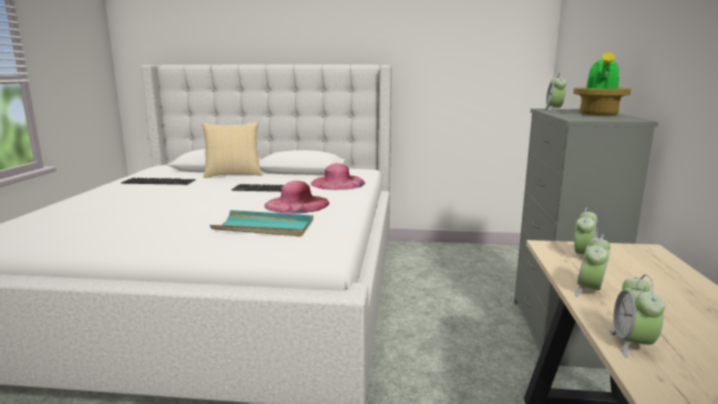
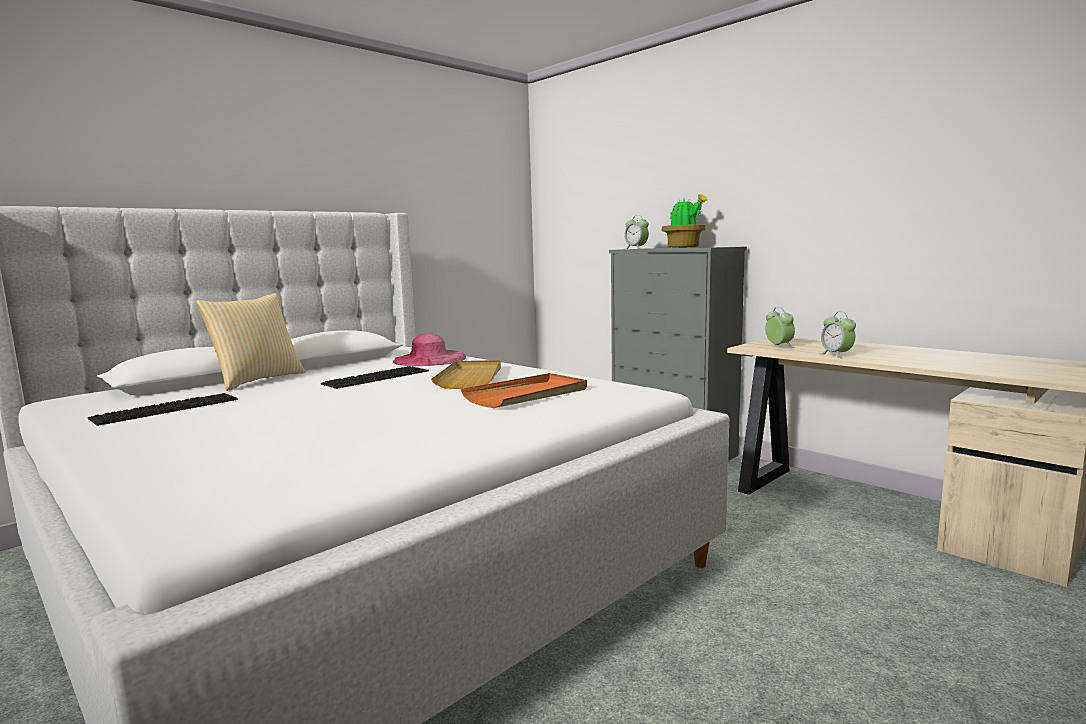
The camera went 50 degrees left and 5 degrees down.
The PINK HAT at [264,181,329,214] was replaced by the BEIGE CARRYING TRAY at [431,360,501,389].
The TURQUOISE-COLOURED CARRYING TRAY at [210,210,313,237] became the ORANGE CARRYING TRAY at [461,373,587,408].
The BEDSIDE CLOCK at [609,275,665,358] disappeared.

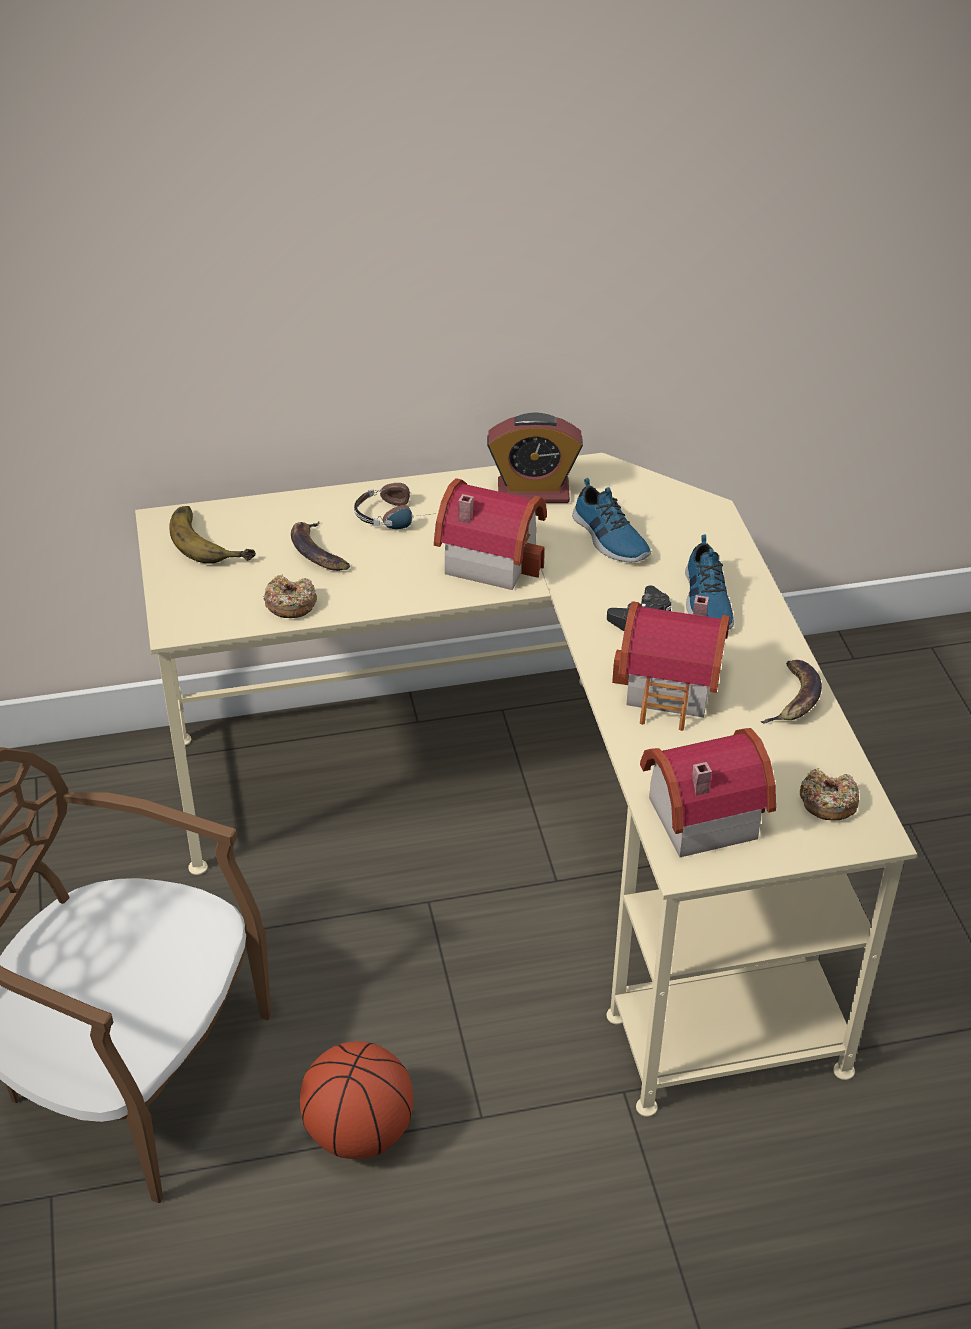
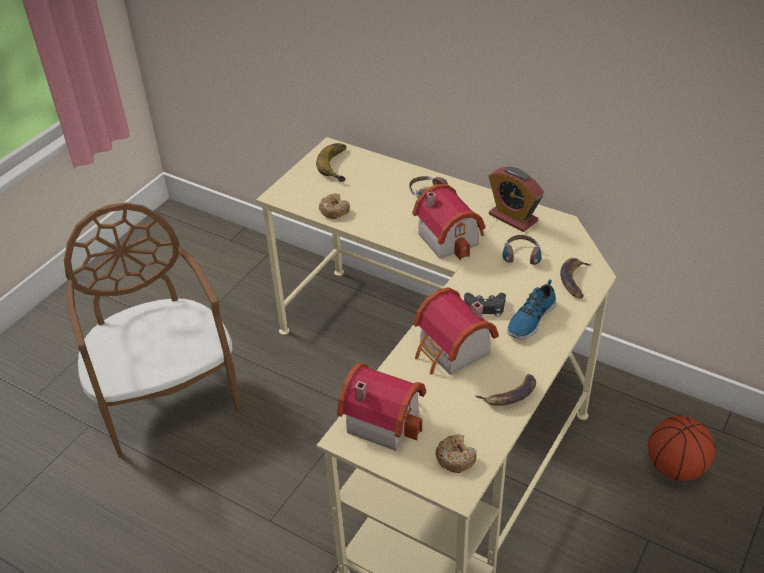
The camera went 45 degrees right and 0 degrees up.
The LOW SHOE at [572,478,651,562] was replaced by the PAIR OF HEADPHONES at [502,235,542,265].
The WHOLE BANANA moved from [291,522,350,571] to [560,258,591,299].
The BASKETBALL BALL moved from [300,1041,413,1159] to [648,416,715,481].

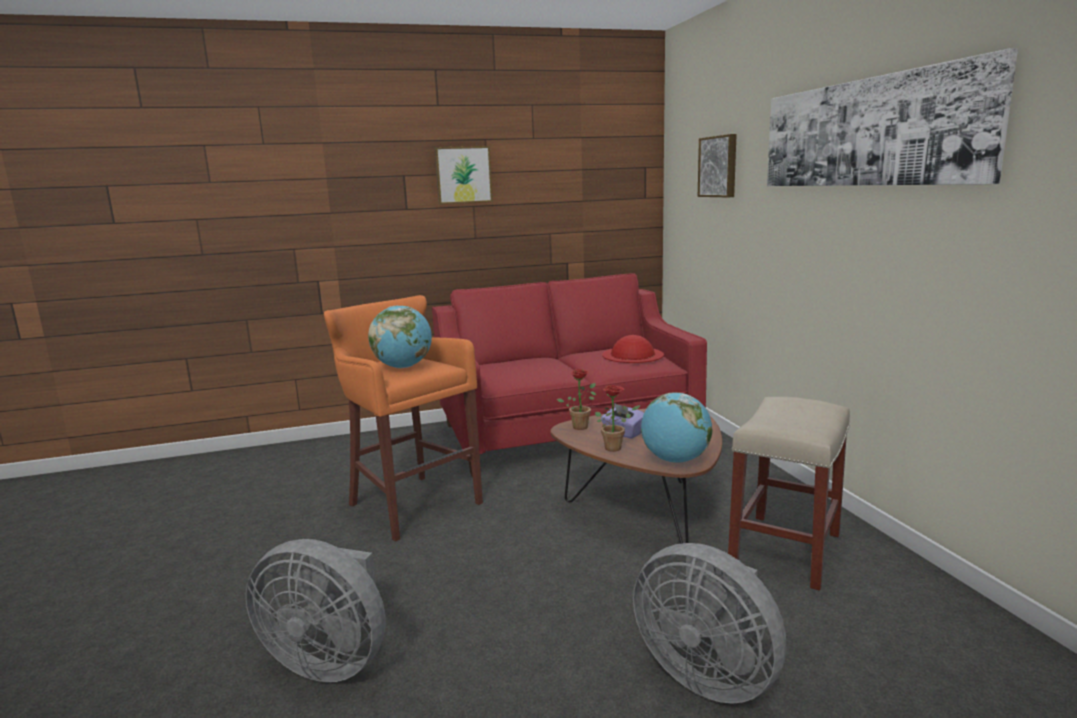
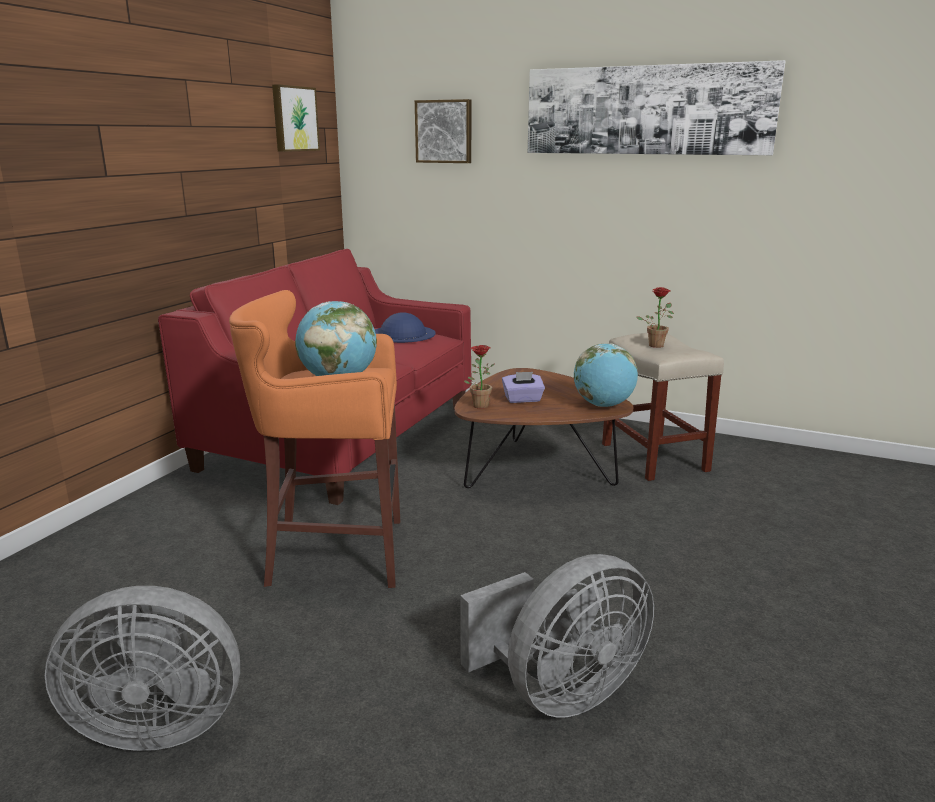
The camera went 50 degrees left and 5 degrees up.
The GRAY COOLING FAN moved from [633,543,786,704] to [45,586,240,751].
The WALL ART moved from [435,146,493,204] to [272,84,320,152].
The RED-COLOURED HAT at [602,335,664,363] became the BLUE HAT at [375,312,436,343].
The HOUSEPLANT moved from [595,385,640,452] to [636,287,674,348].

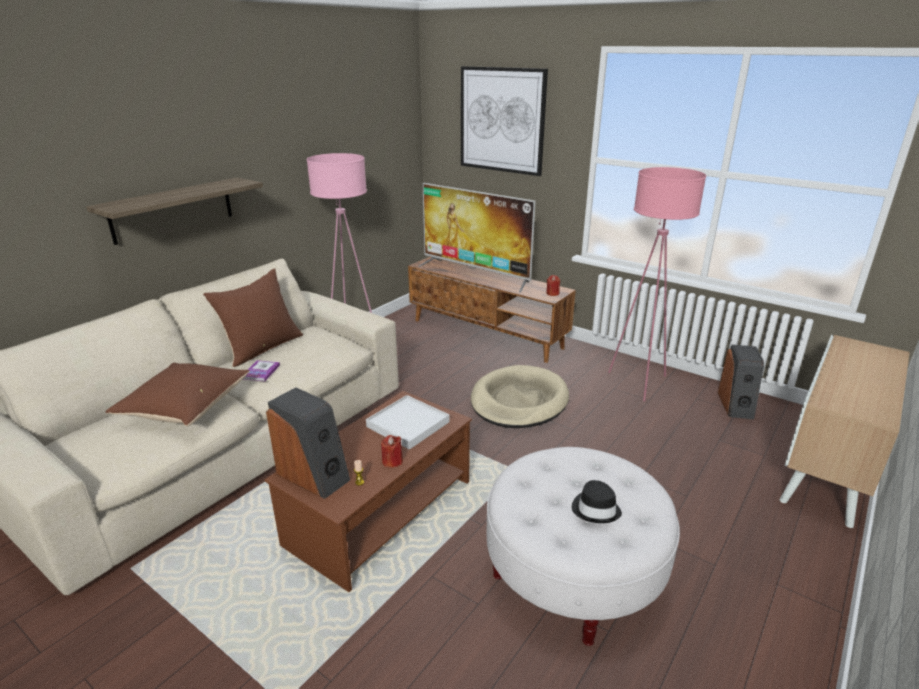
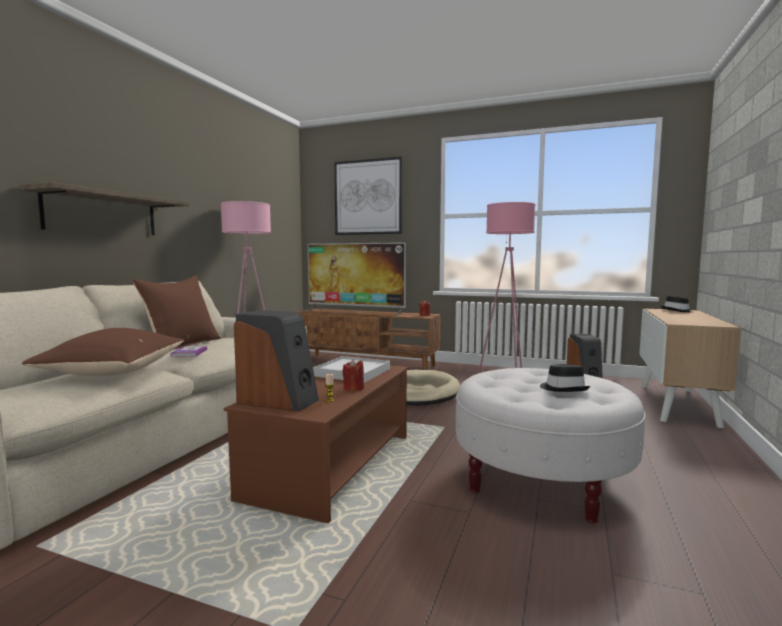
The camera went 15 degrees left and 20 degrees down.
The BLACKISH HAT at [661,296,692,312] appeared.

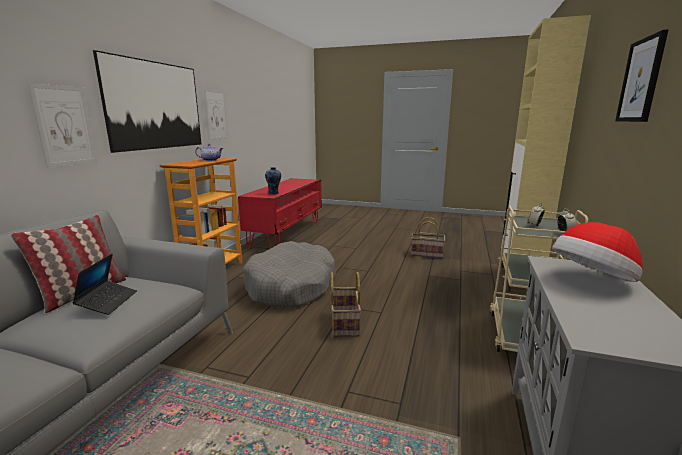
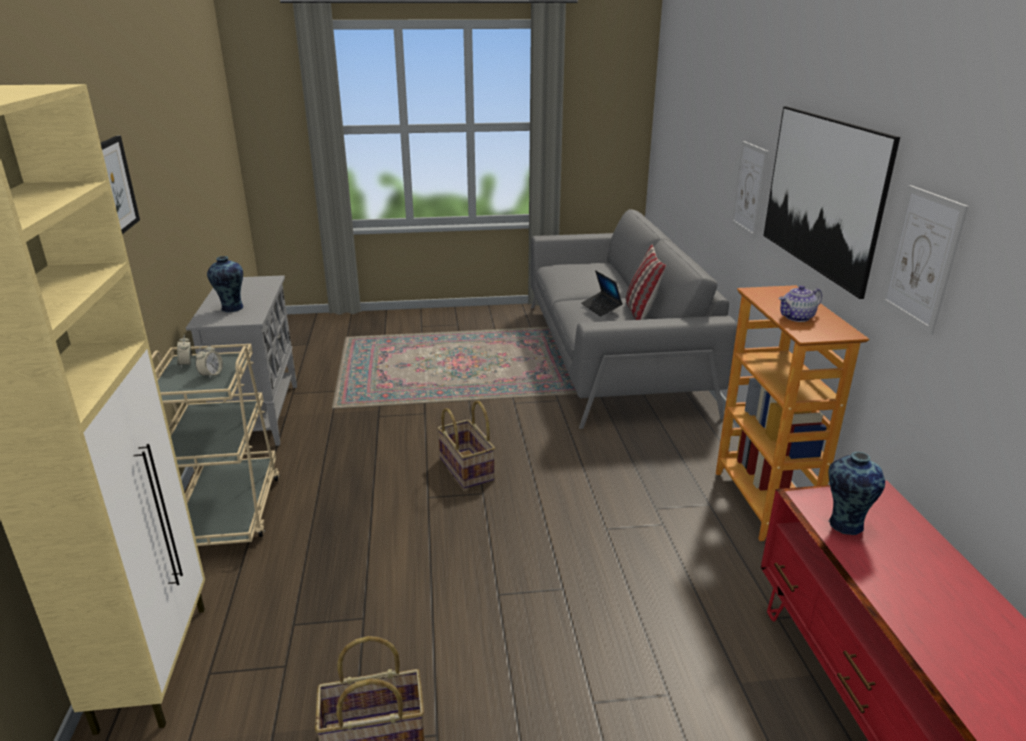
The camera went 155 degrees right and 10 degrees up.
The HAT at [552,222,643,282] was replaced by the DECORATIVE VASE at [207,256,243,312].
The GRAY DOG BED at [243,241,336,307] disappeared.

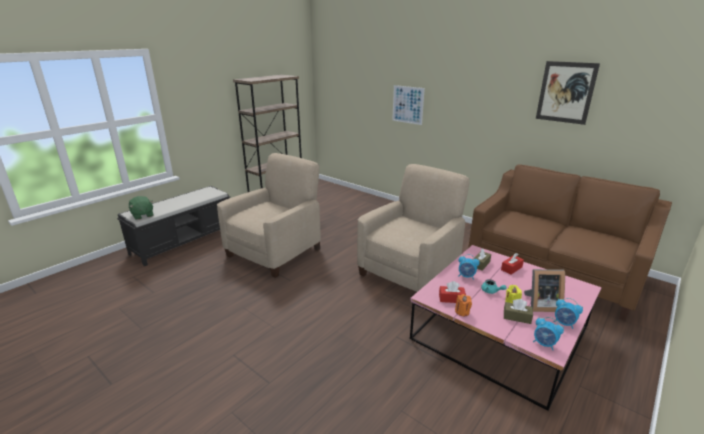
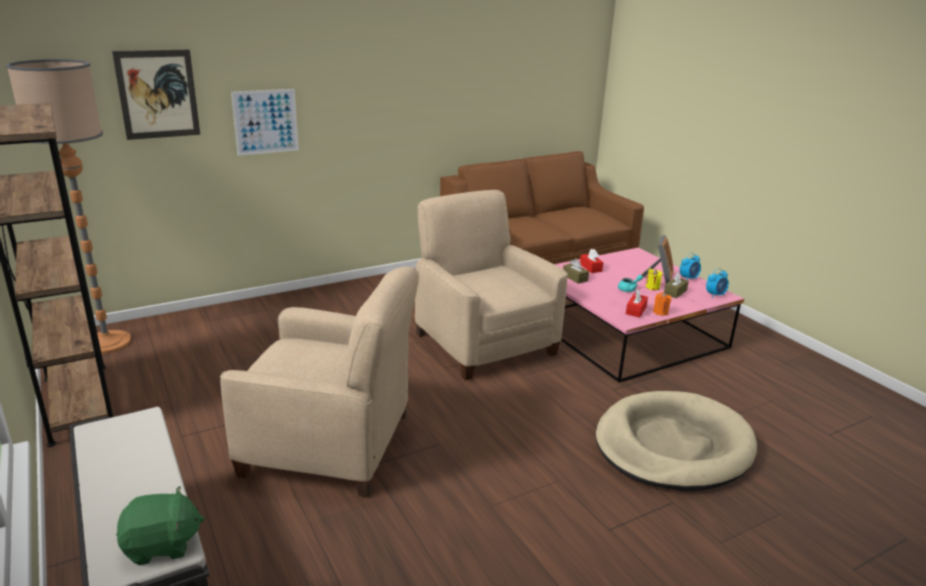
The camera went 70 degrees left and 0 degrees up.
The STANDARD LAMP at [6,59,131,354] appeared.
The WALL ART moved from [536,61,600,125] to [112,50,200,140].
The BEIGE ARMCHAIR at [217,153,321,278] turned 135 degrees clockwise.
The BEIGE DOG BED at [596,391,757,491] appeared.
The BEDSIDE CLOCK at [458,254,480,280] disappeared.

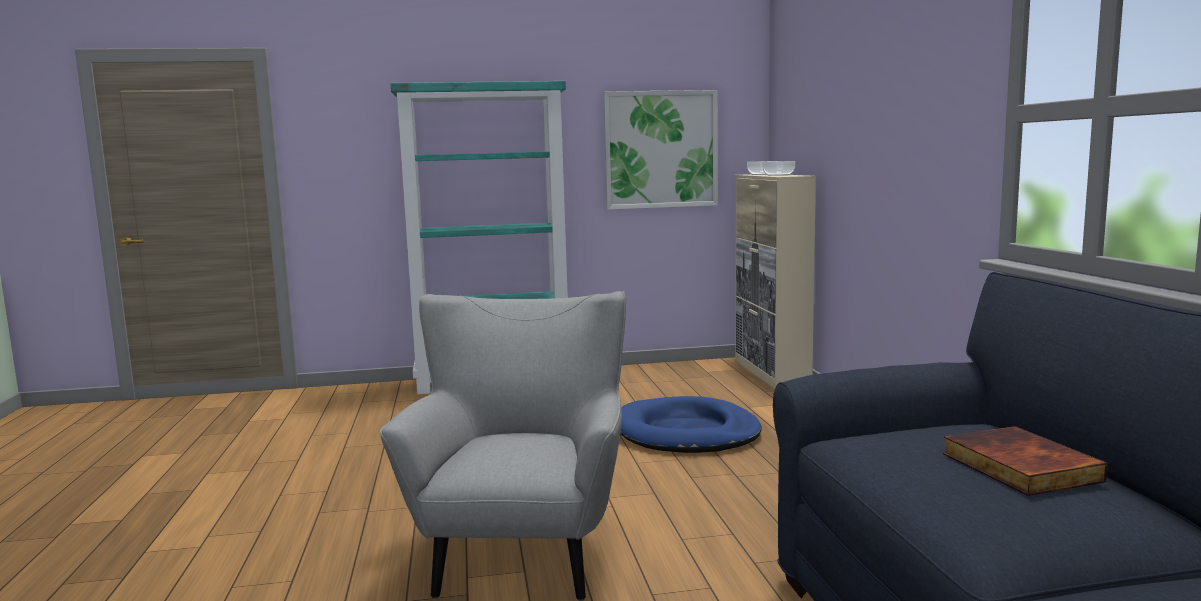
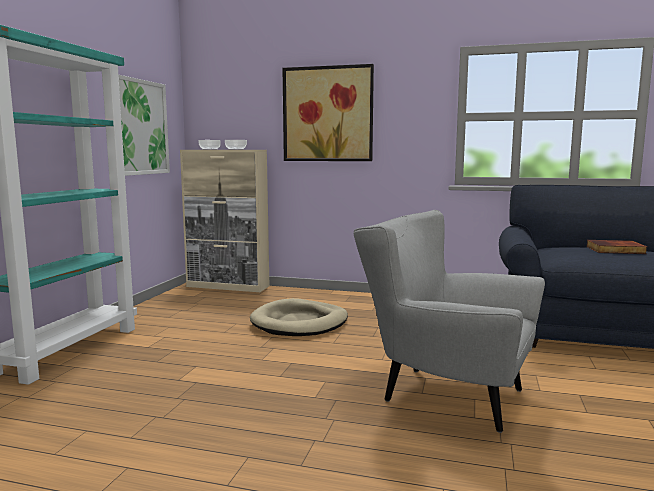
The camera went 65 degrees left and 0 degrees up.
The BLUE DOG BED at [620,396,761,453] became the BEIGE DOG BED at [250,298,348,336].
The WALL ART at [282,64,374,161] appeared.

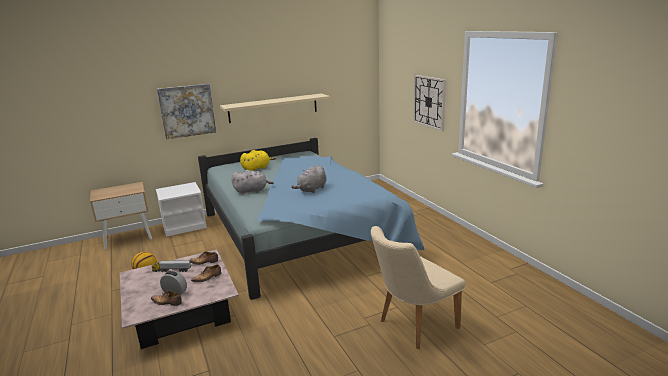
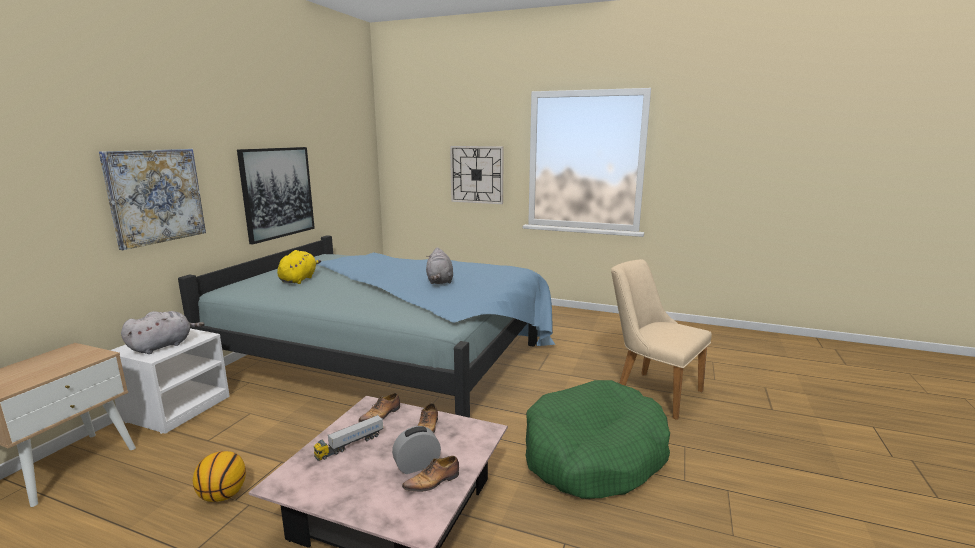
The camera went 45 degrees left and 5 degrees down.
The GRAY SOFT TOY moved from [232,170,274,194] to [121,311,204,354].
The BEIGE WALL SHELF at [220,93,330,123] was replaced by the WALL ART at [237,147,315,244].
The GREEN-COLOURED DOG BED at [526,380,670,499] appeared.
The BEIGE CHAIR at [371,226,465,349] turned 120 degrees clockwise.

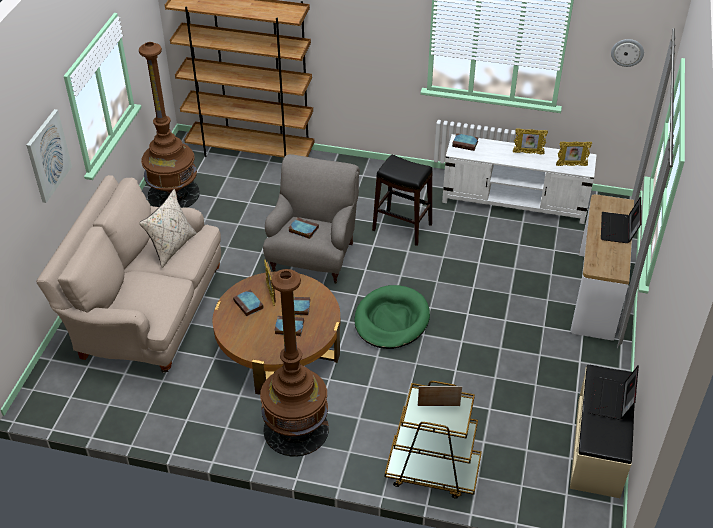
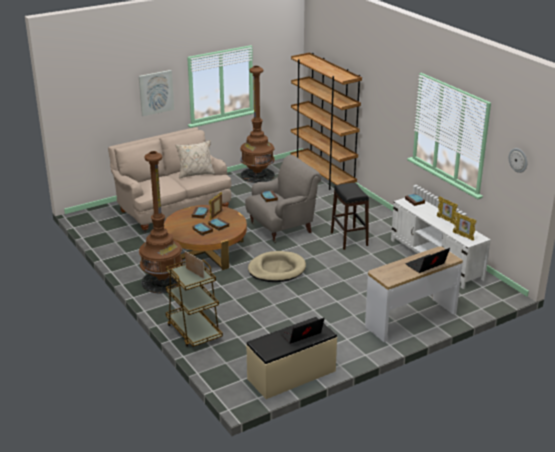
The camera went 45 degrees right and 15 degrees down.
The GREEN-COLOURED DOG BED at [354,285,430,349] became the BEIGE DOG BED at [248,251,306,282].

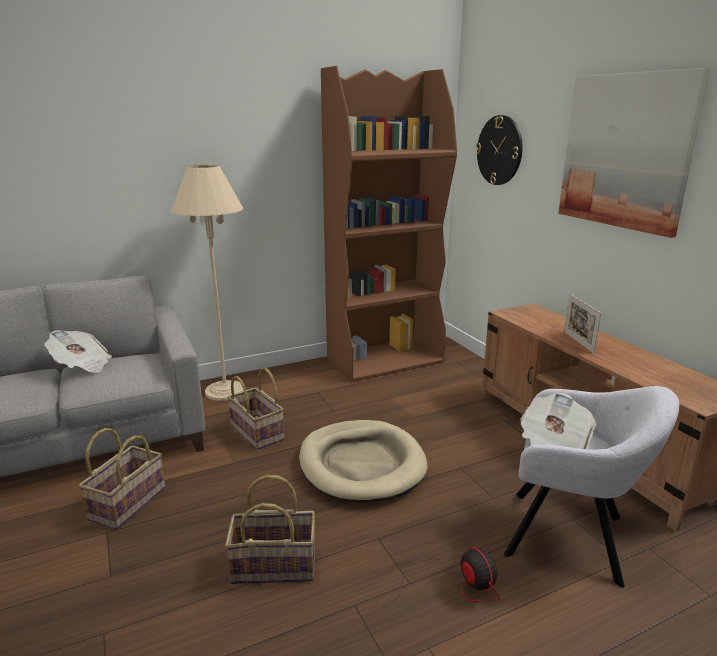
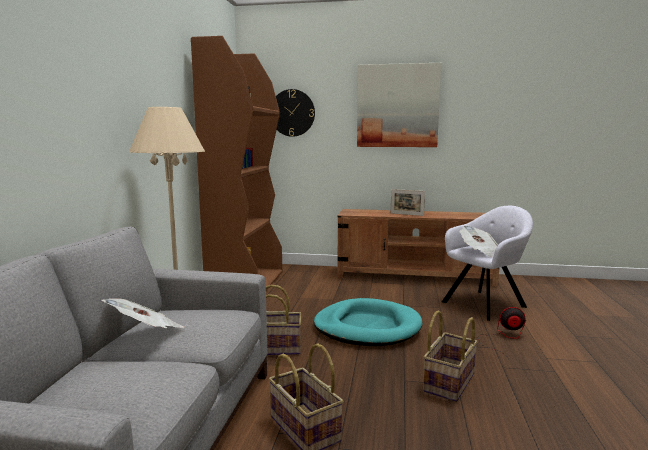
The camera went 55 degrees left and 10 degrees down.
The BEIGE DOG BED at [299,420,428,503] became the TURQUOISE-COLOURED DOG BED at [314,298,423,346].

